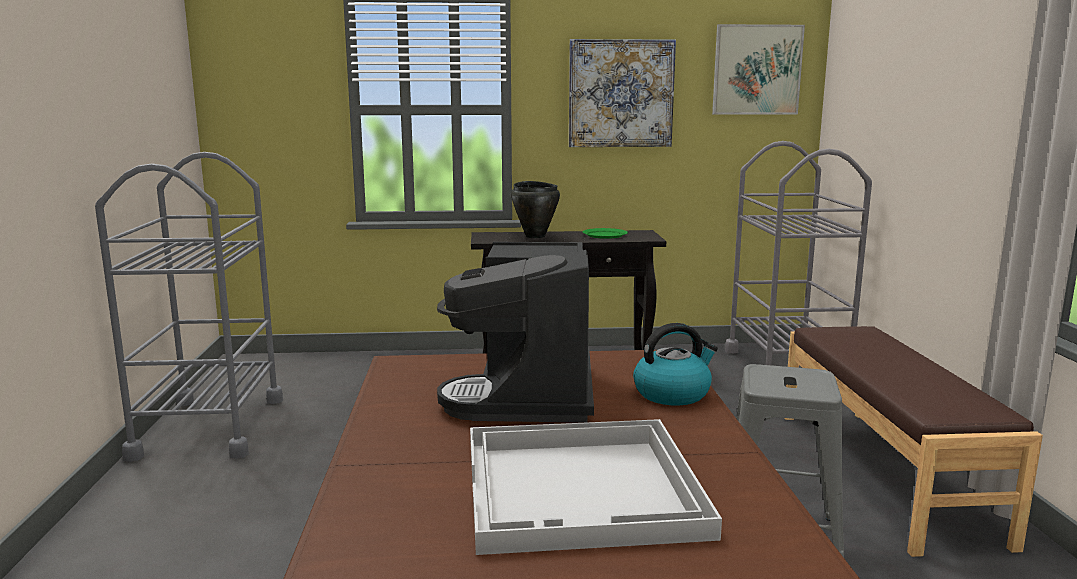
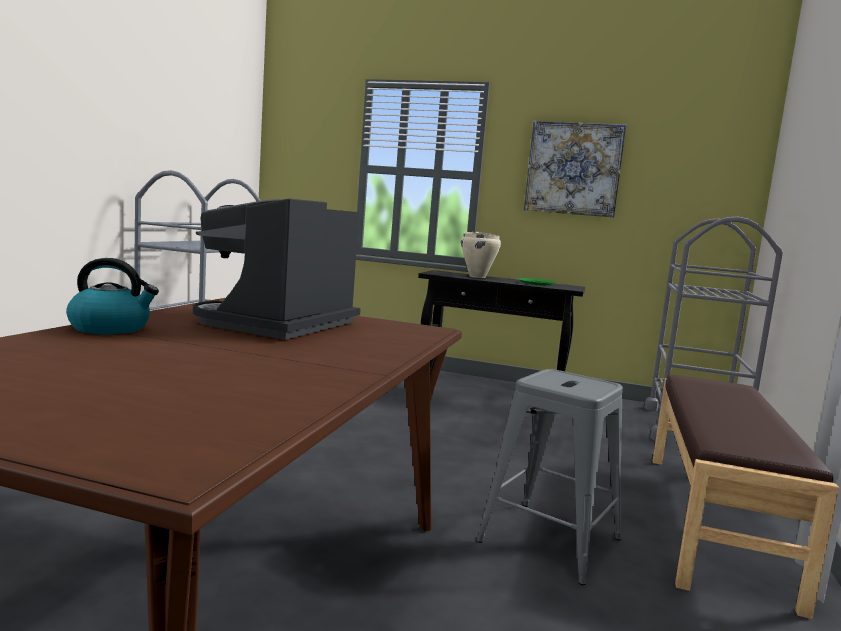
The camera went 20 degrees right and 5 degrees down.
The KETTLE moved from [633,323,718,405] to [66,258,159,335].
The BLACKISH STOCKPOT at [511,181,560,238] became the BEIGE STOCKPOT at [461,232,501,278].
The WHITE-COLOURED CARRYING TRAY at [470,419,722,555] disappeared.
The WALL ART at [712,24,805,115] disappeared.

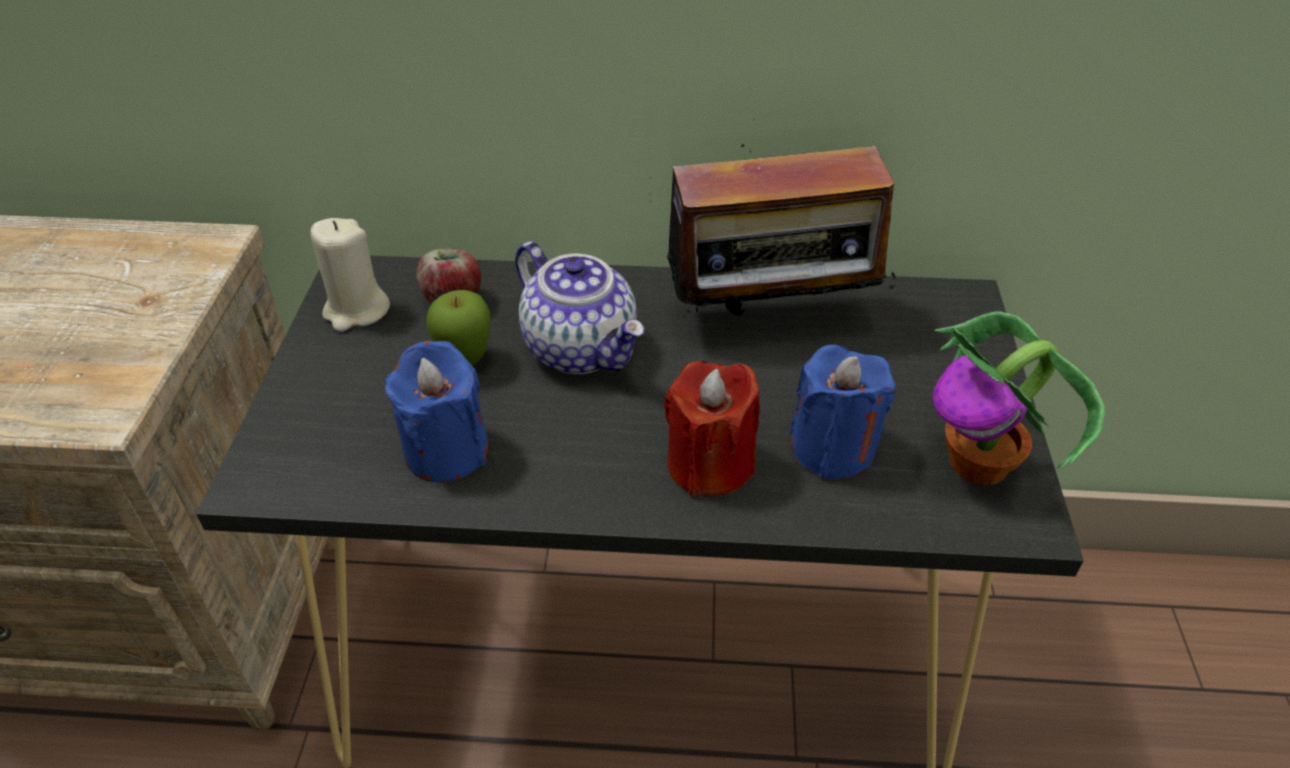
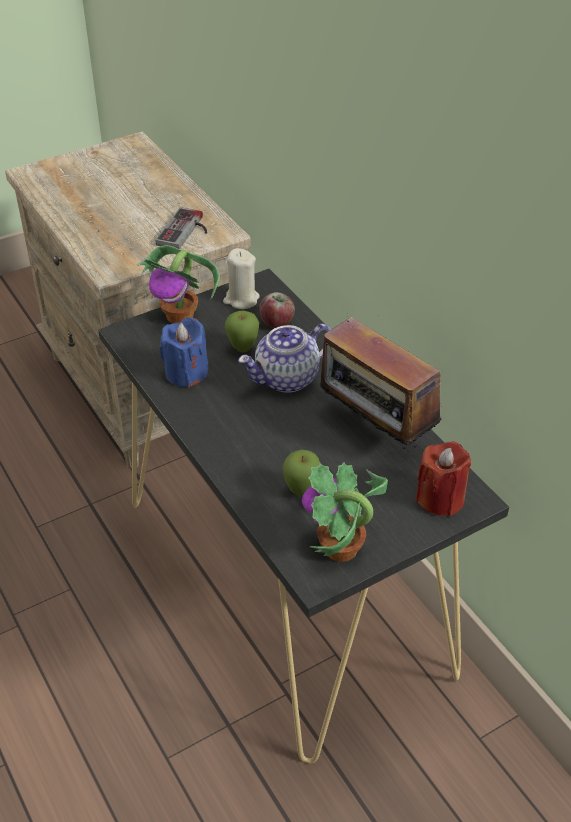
The camera went 55 degrees right and 0 degrees up.
The HOUSEPLANT at [136,245,220,324] appeared.
The JOYPAD at [156,207,207,249] appeared.
The POT FOR TEA at [515,242,644,374] turned 45 degrees clockwise.
The BLUE CANDLE at [790,345,896,479] was replaced by the WHOLE APPLE at [282,450,320,497].
The RED-COLOURED CANDLE moved from [664,361,760,497] to [415,441,471,517].

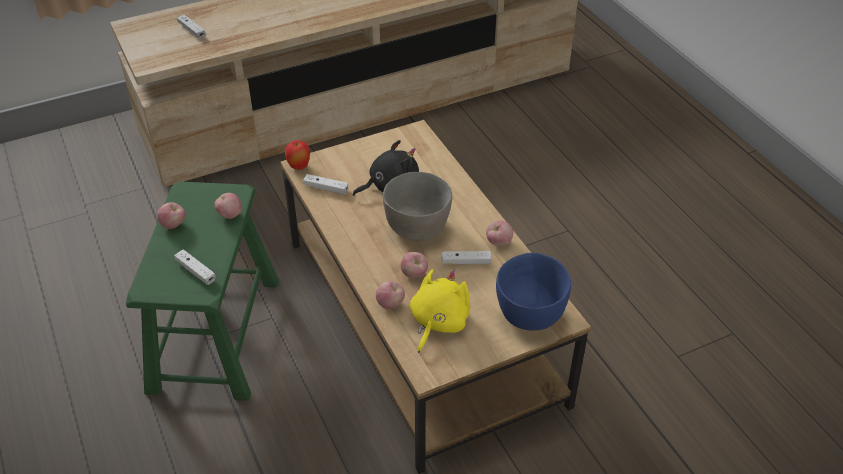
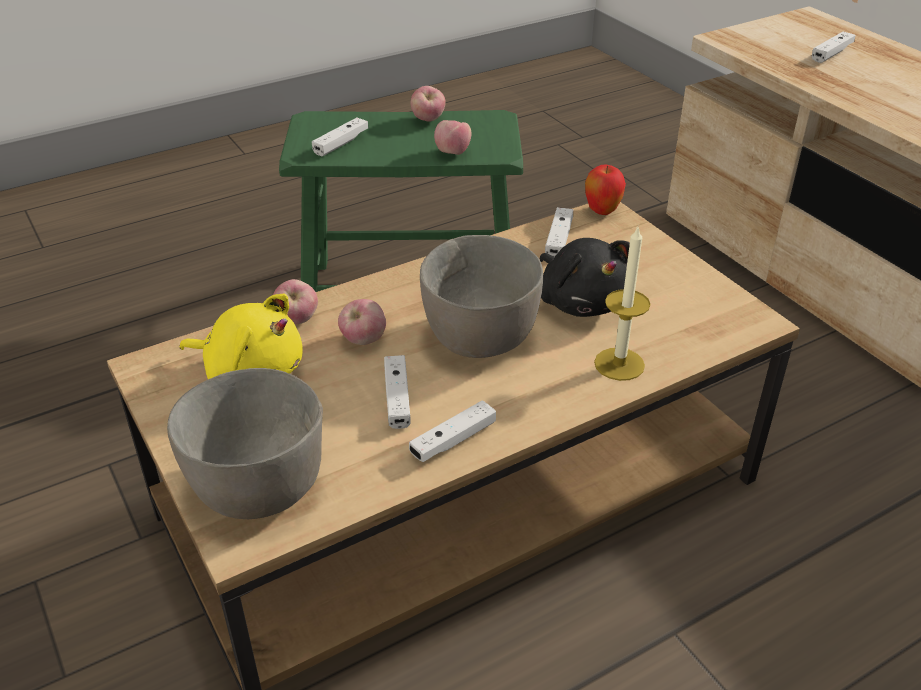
The camera went 85 degrees right and 5 degrees down.
The BLUE BOWL at [496,253,571,330] became the GRAY BOWL at [167,368,323,519].
The WHOLE APPLE at [486,220,513,246] was replaced by the WHITE-COLOURED JOYPAD at [409,401,496,462].
The CANDLE at [594,225,650,381] appeared.

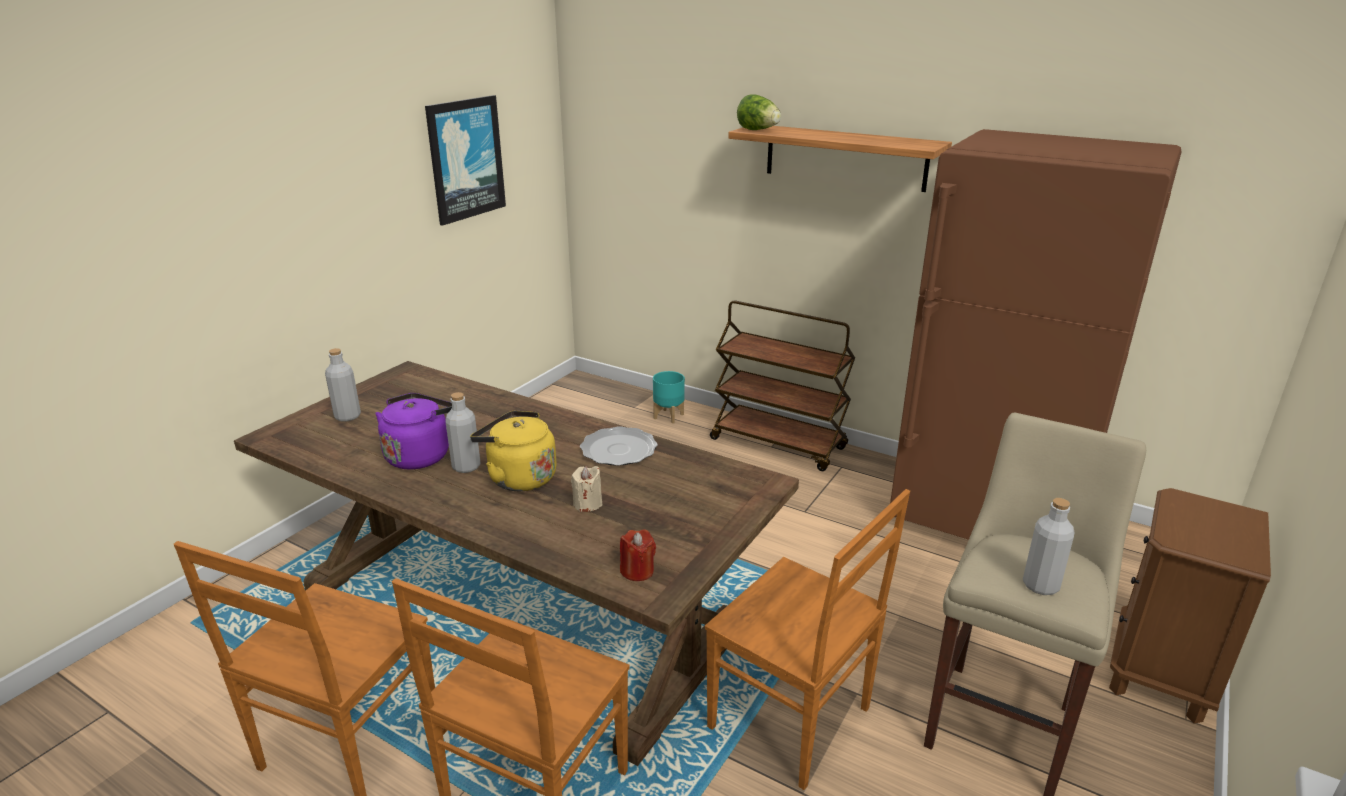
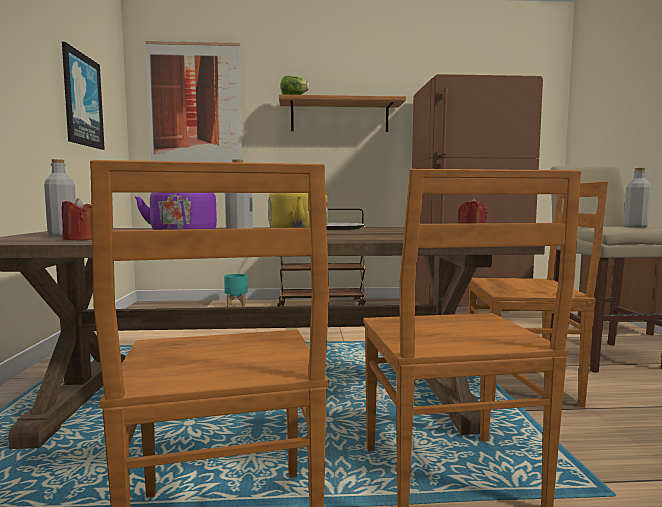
The camera went 35 degrees left and 20 degrees down.
The RED-COLOURED CANDLE at [62,198,92,240] appeared.
The WALL ART at [146,41,242,162] appeared.
The BEIGE CANDLE at [571,466,602,512] disappeared.

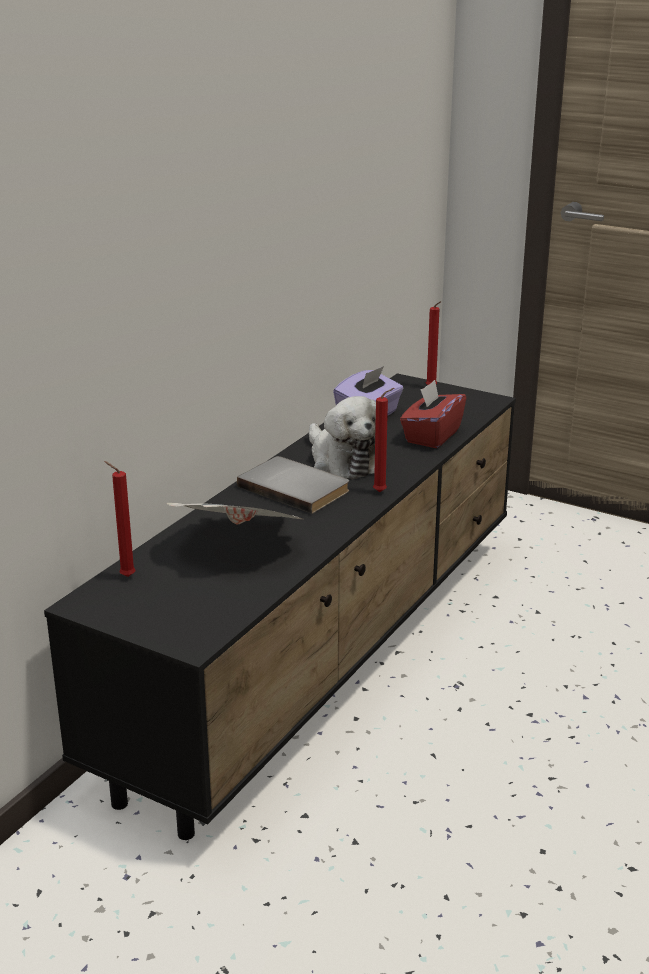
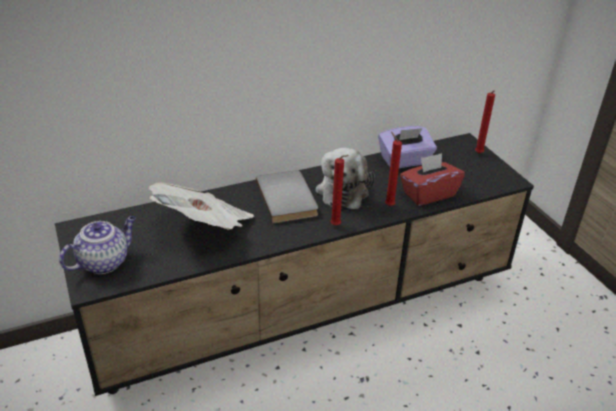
The camera went 35 degrees right and 10 degrees up.
The POT FOR TEA at [59,216,136,274] appeared.
The RED-COLOURED CANDLE moved from [104,461,135,577] to [385,132,402,206].

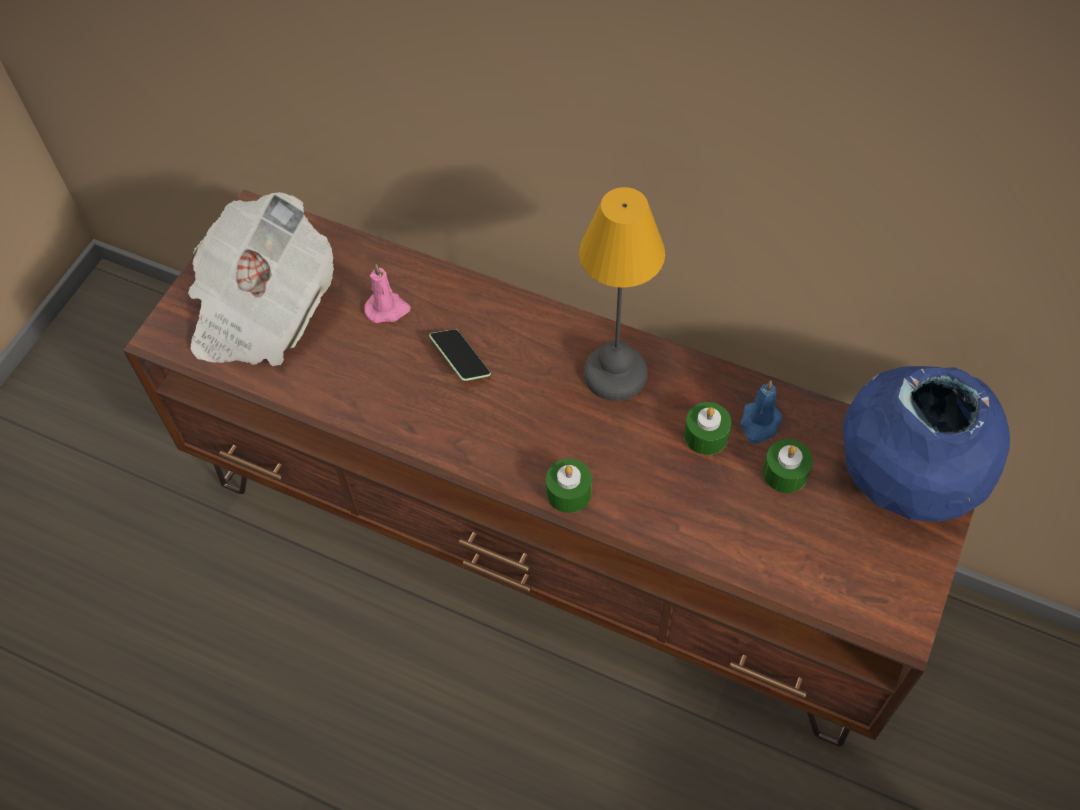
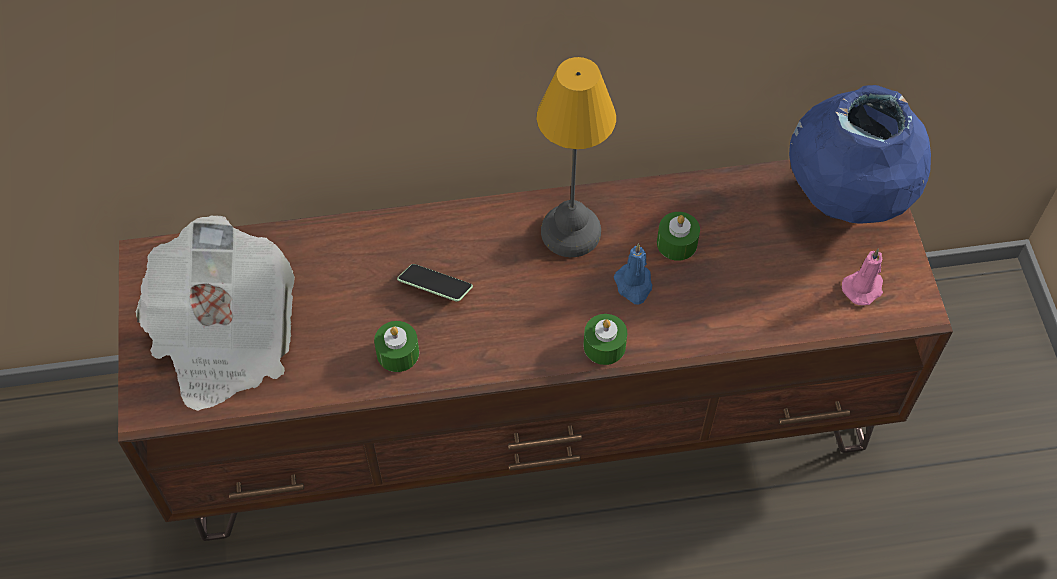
The camera went 35 degrees left and 0 degrees up.
The GREEN-COLOURED CANDLE moved from [763,439,813,493] to [374,321,419,372].
The BLUE CANDLE moved from [740,380,783,444] to [614,243,652,305].
The PINK CANDLE moved from [365,264,411,323] to [842,248,883,305].

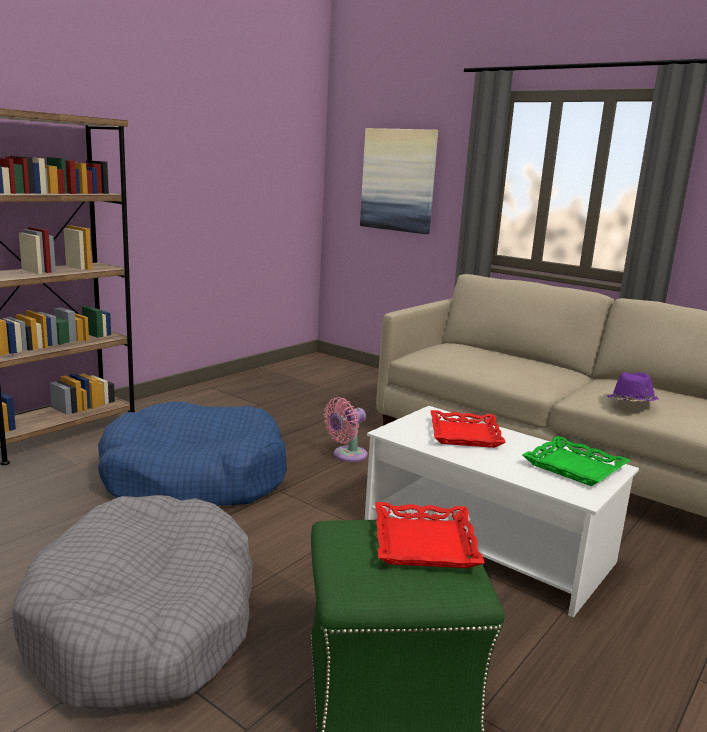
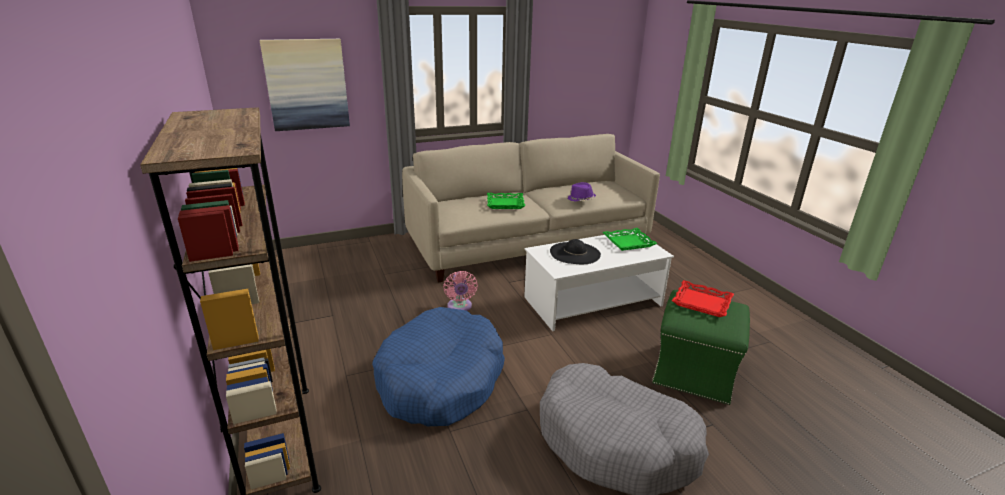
The camera went 60 degrees left and 10 degrees up.
The GREEN-COLOURED CARRYING TRAY at [487,193,525,209] appeared.
The RED-COLOURED CARRYING TRAY at [430,410,506,448] was replaced by the BLACKISH HAT at [550,239,601,264].

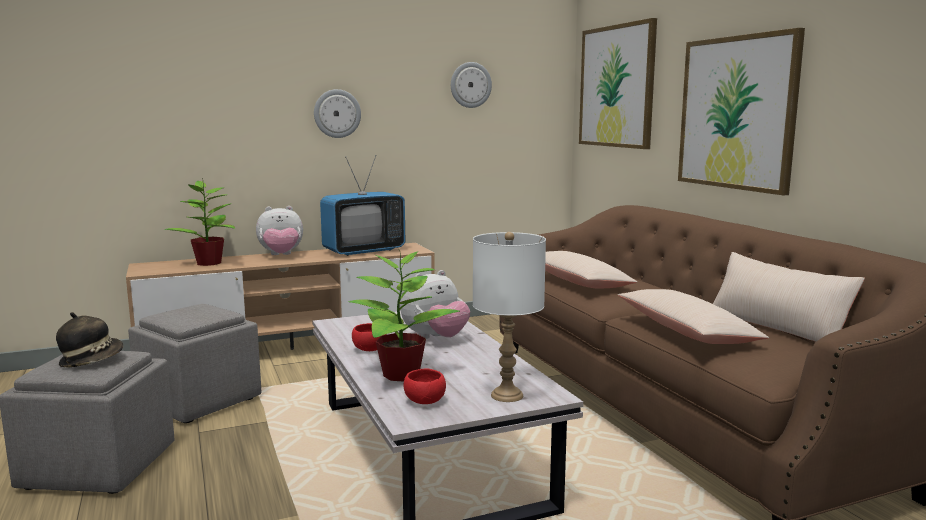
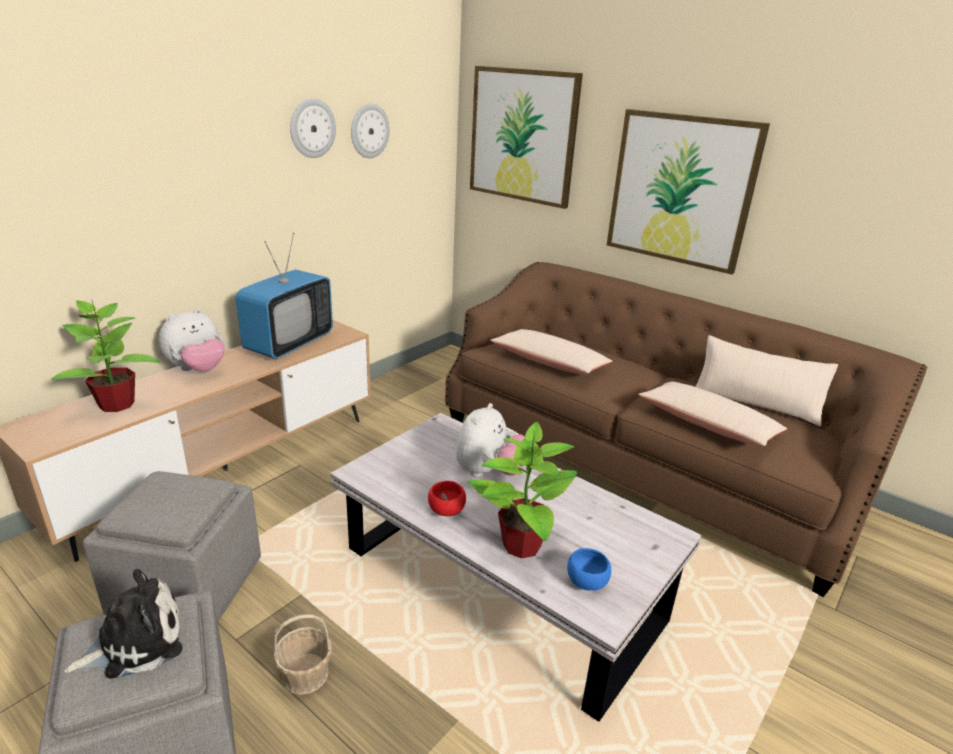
The camera went 30 degrees left and 15 degrees up.
The HAT at [56,312,123,368] was replaced by the SOFT TOY at [64,569,182,679].
The STORAGE BASKET at [273,614,332,695] appeared.
The HANGING CLOCK moved from [314,89,361,138] to [290,98,336,158].
The RED-COLOURED BOWL at [404,369,446,404] became the BLUE BOWL at [567,548,611,591].
The WHITE-COLOURED TABLE LAMP at [473,232,546,402] disappeared.

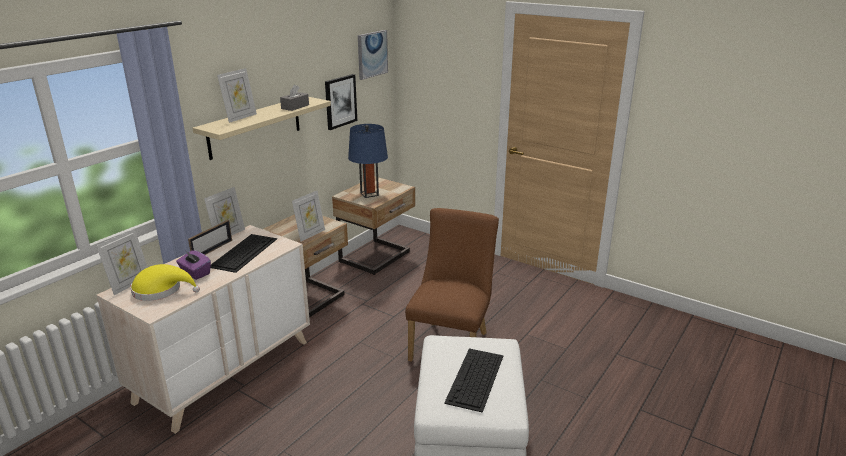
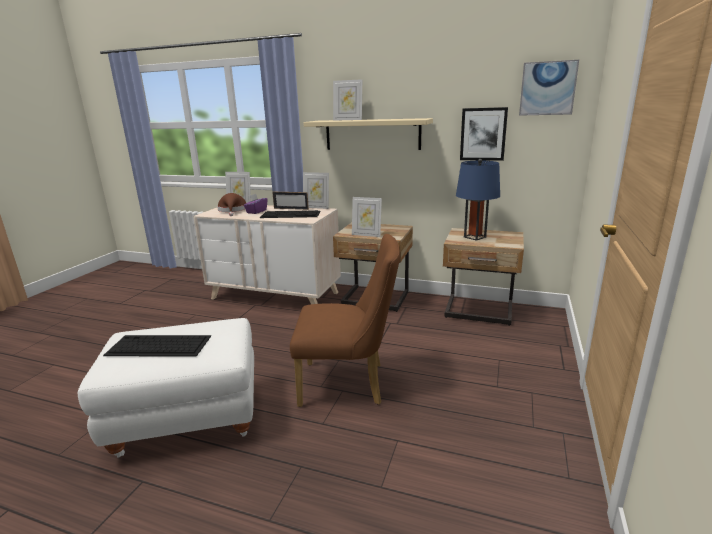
The camera went 75 degrees right and 5 degrees down.
The YELLOW-COLOURED HAT at [130,264,200,301] became the BROWN-COLOURED HAT at [217,193,247,216].
The GRAY BOX OF TISSUES at [280,85,309,111] disappeared.

